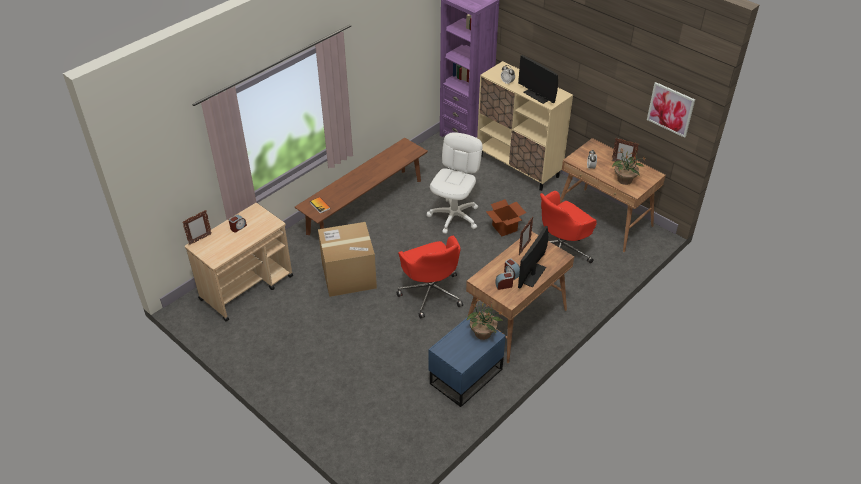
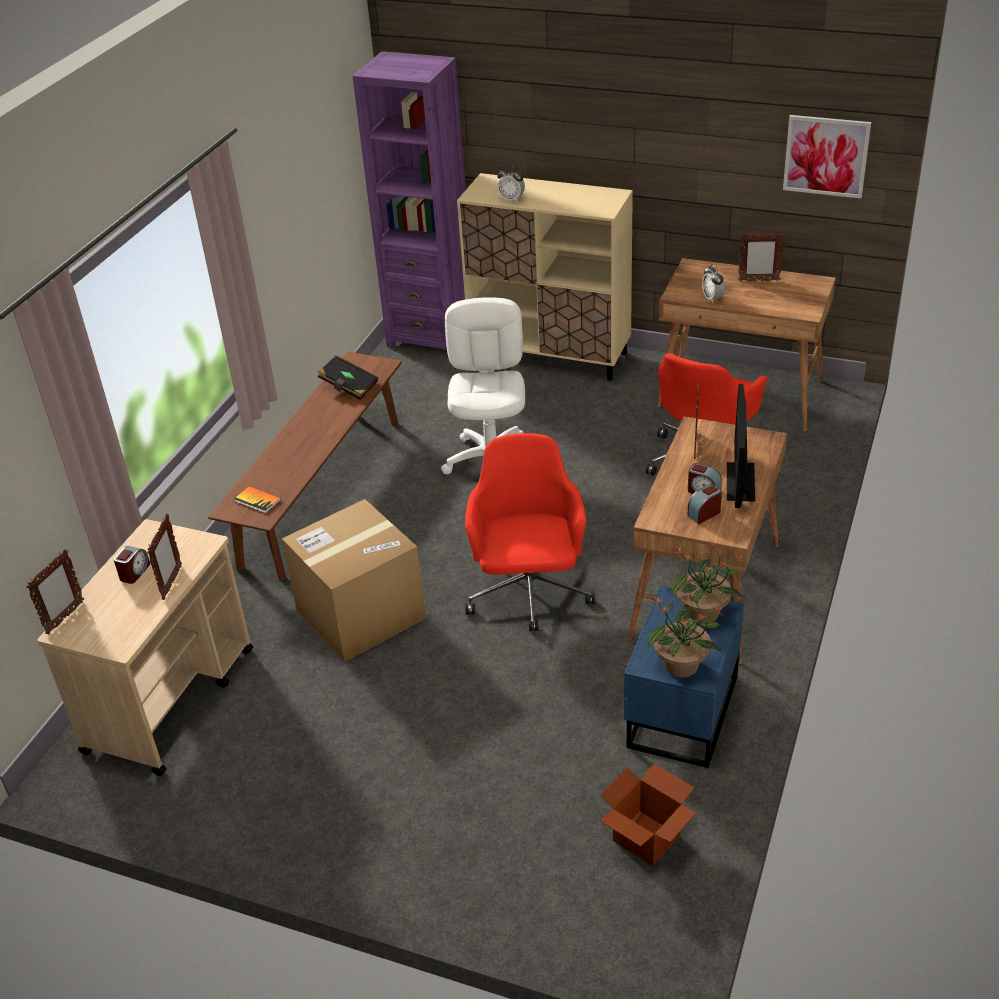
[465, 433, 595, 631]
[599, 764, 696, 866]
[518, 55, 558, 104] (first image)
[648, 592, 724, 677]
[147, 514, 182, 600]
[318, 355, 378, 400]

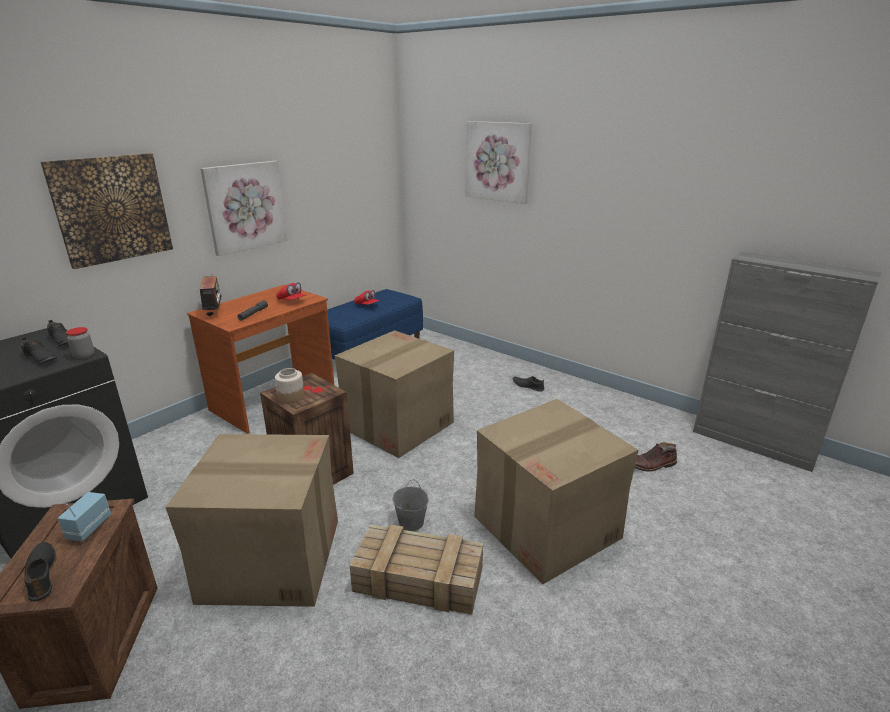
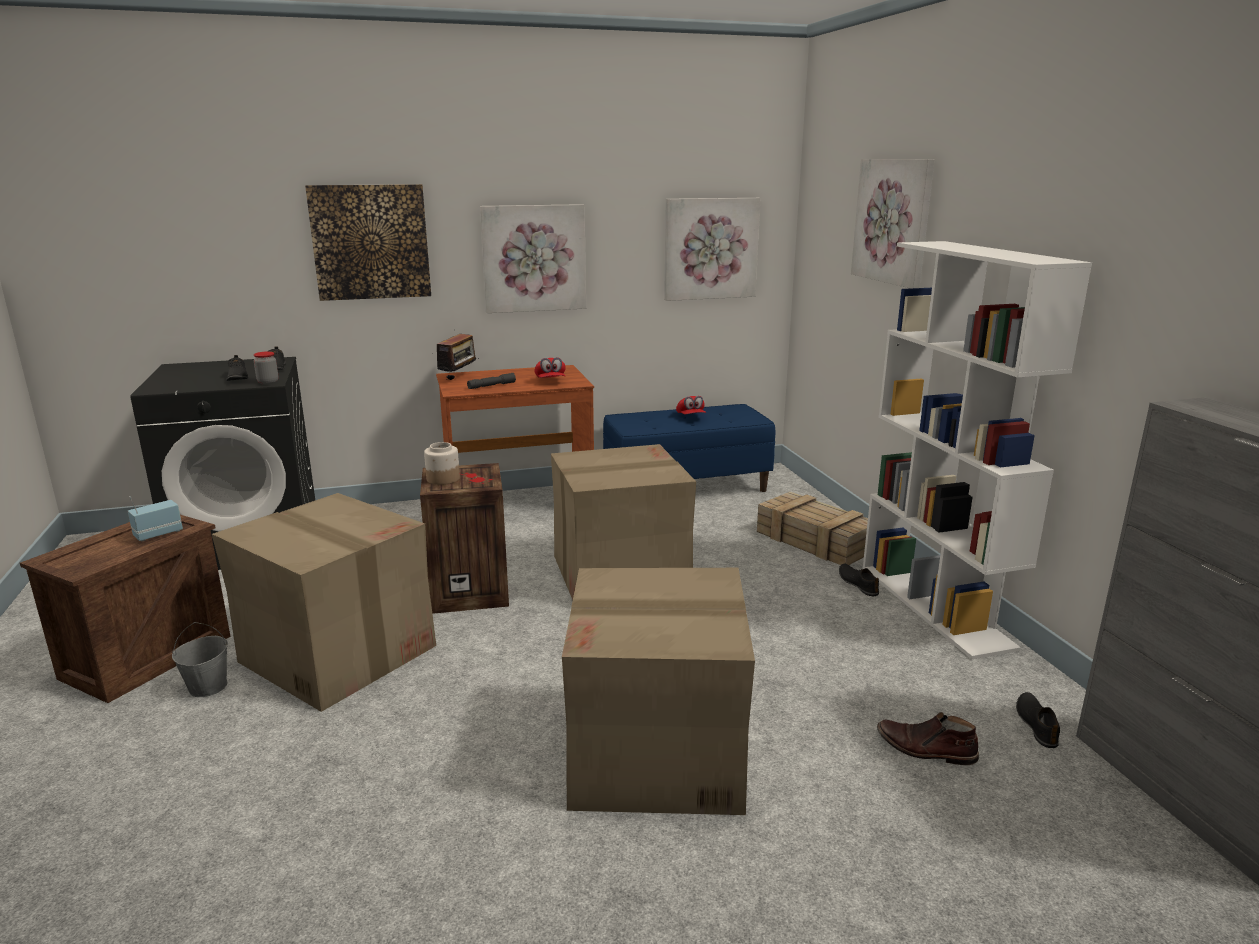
[1016, 692, 1060, 748]
[757, 492, 868, 565]
[172, 622, 228, 697]
[664, 198, 761, 301]
[863, 241, 1092, 659]

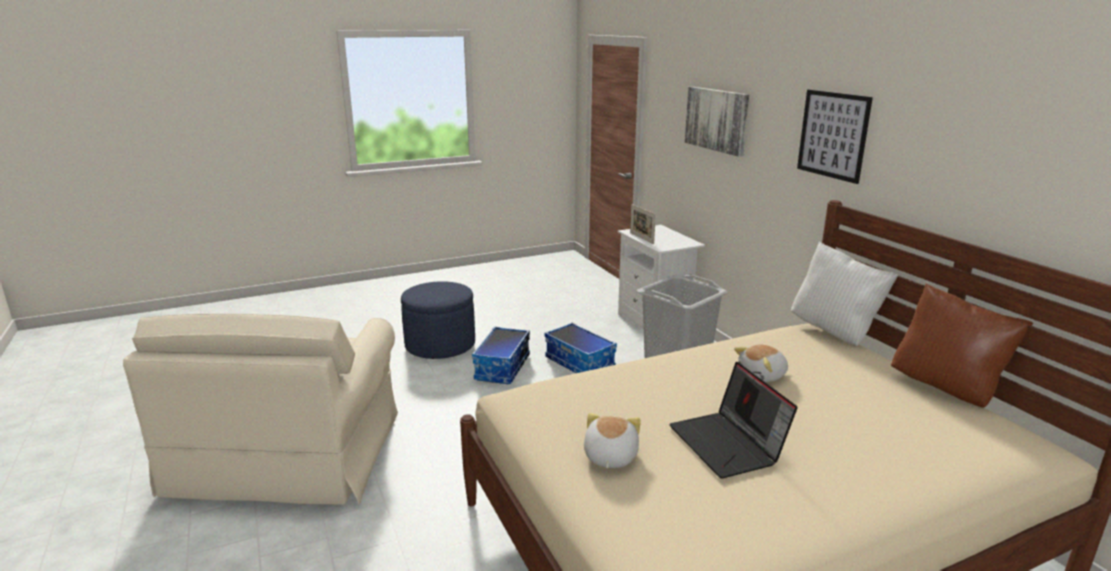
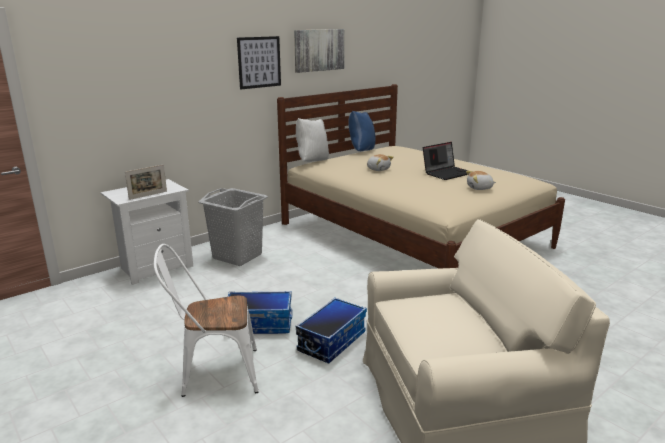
[154, 244, 258, 397]
[296, 297, 367, 363]
[294, 29, 345, 73]
[348, 111, 376, 151]

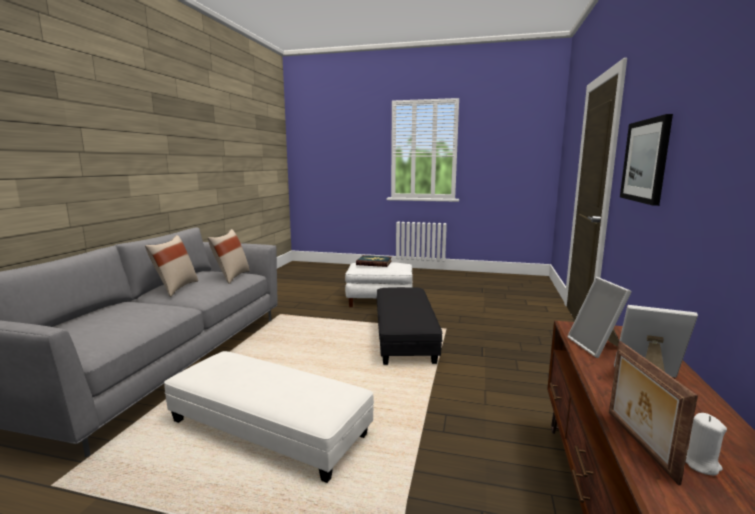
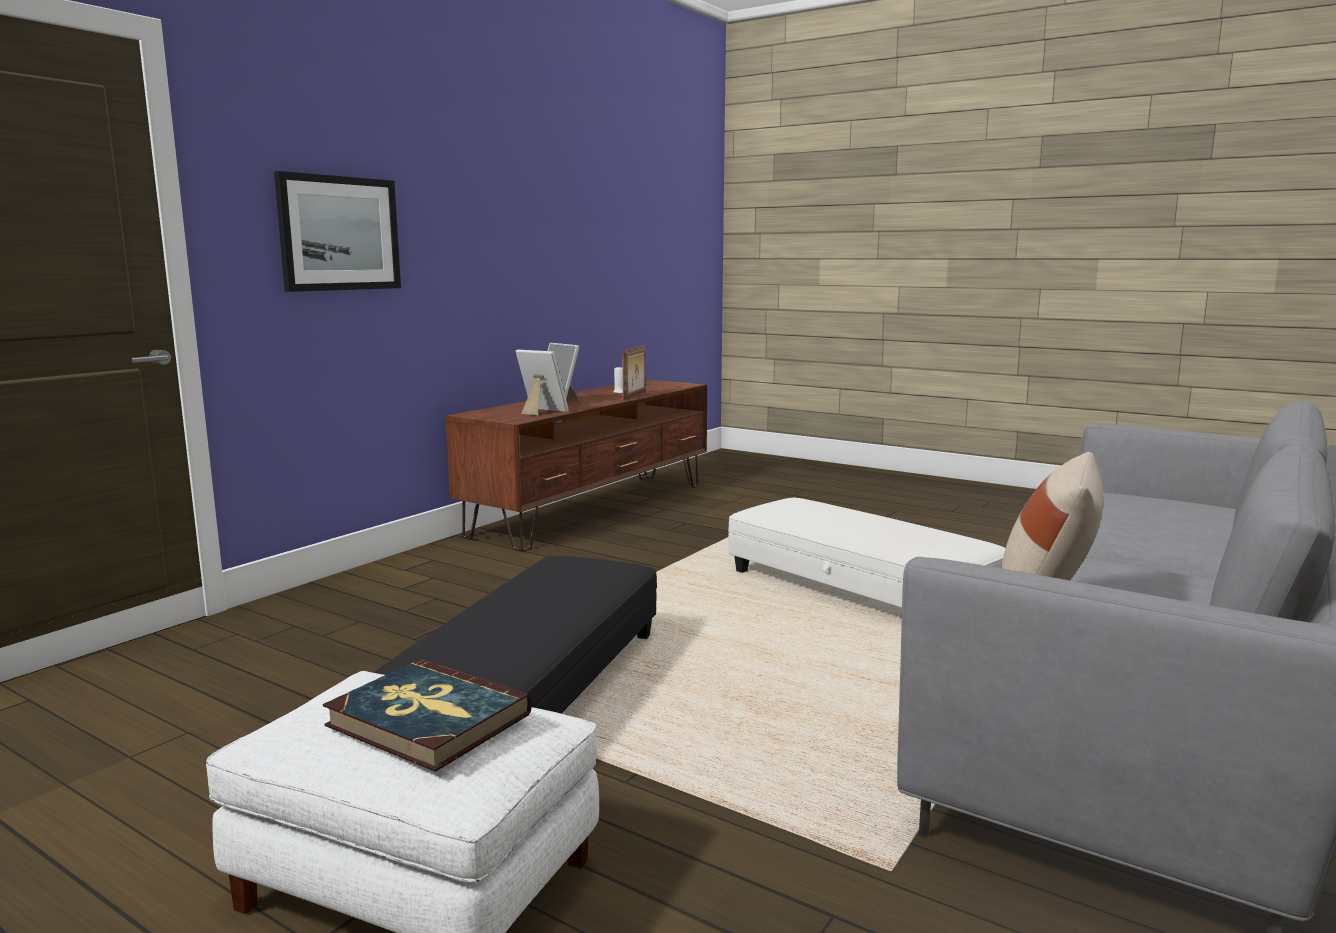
[145, 235, 198, 297] (first image)
[515, 350, 569, 416]

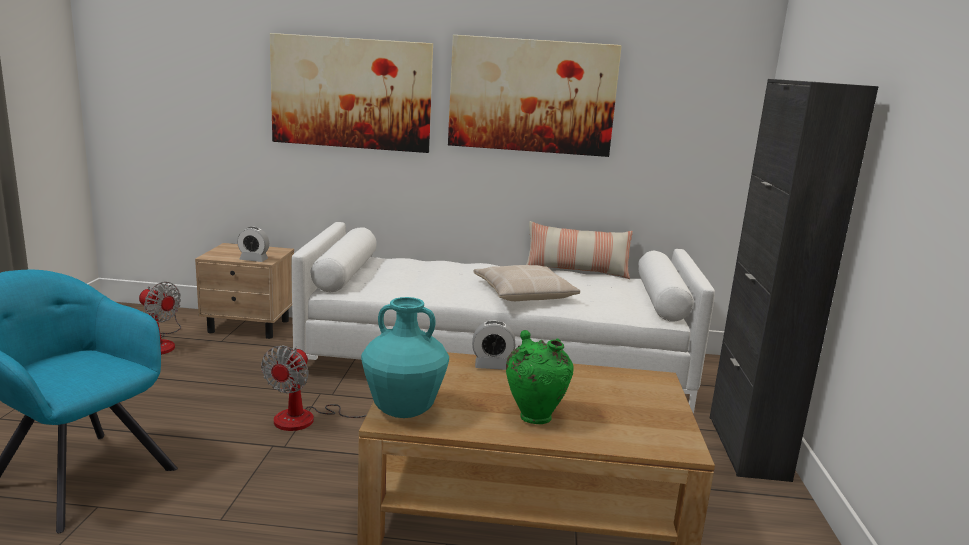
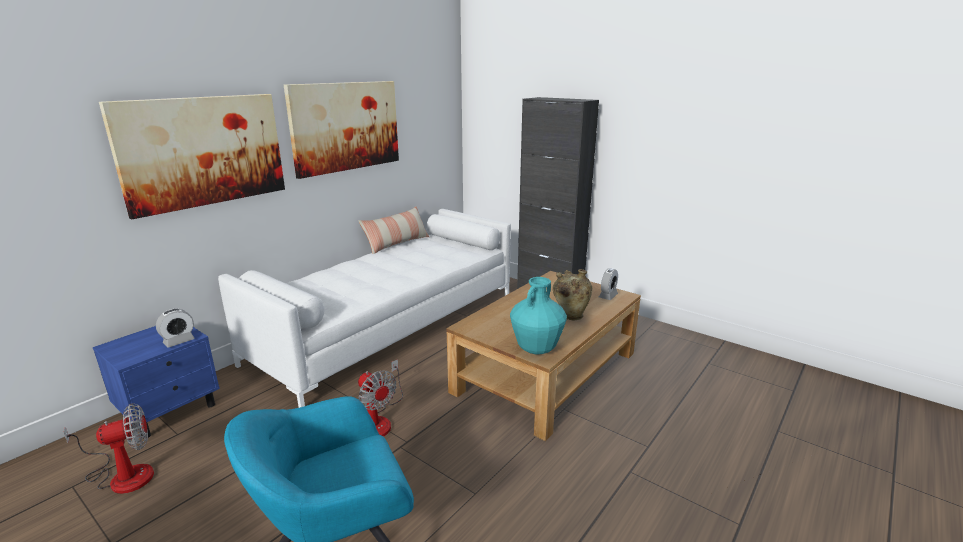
[93, 326, 220, 439]
[599, 268, 618, 300]
[473, 265, 580, 301] (first image)
[553, 269, 592, 320]

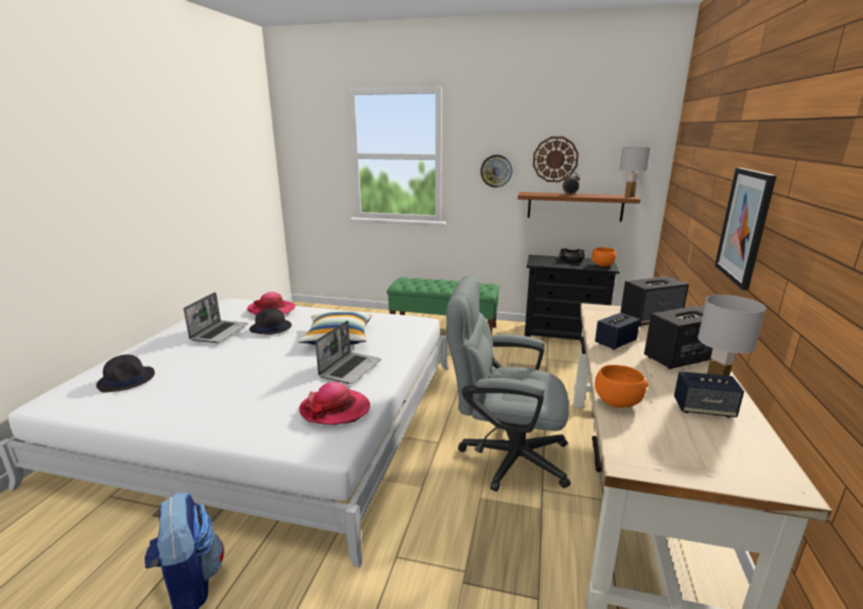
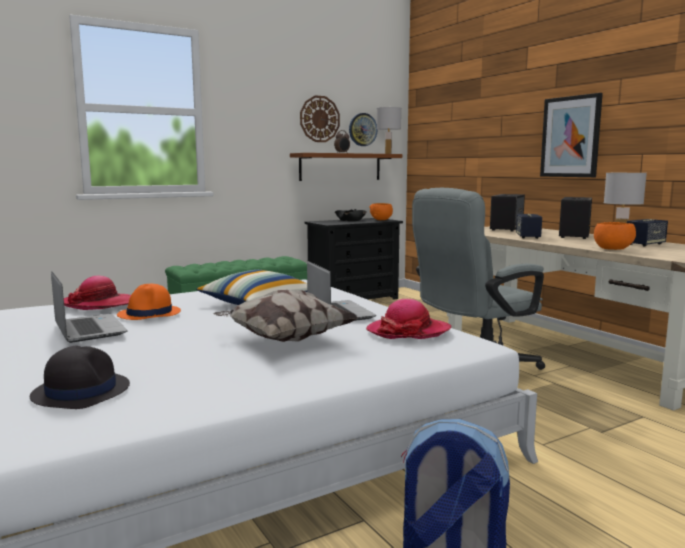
[117, 284, 181, 320]
[349, 113, 377, 146]
[213, 290, 359, 342]

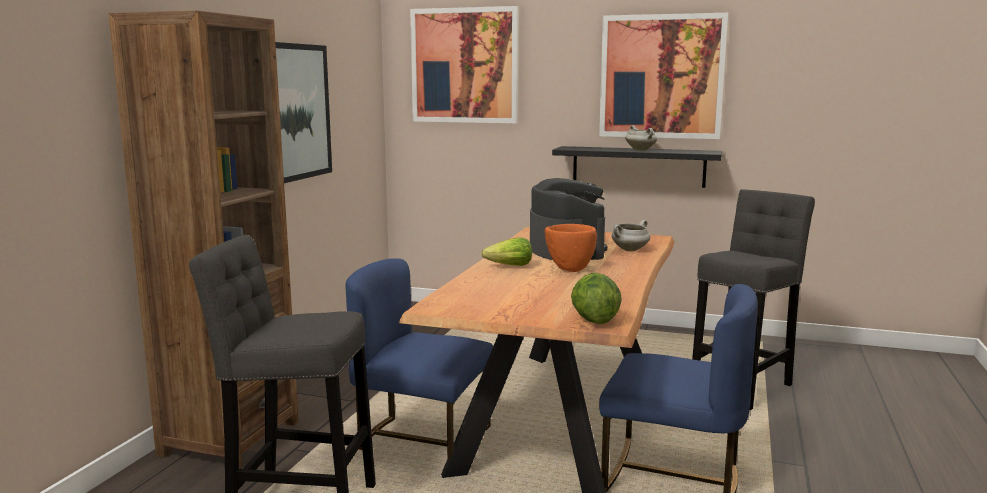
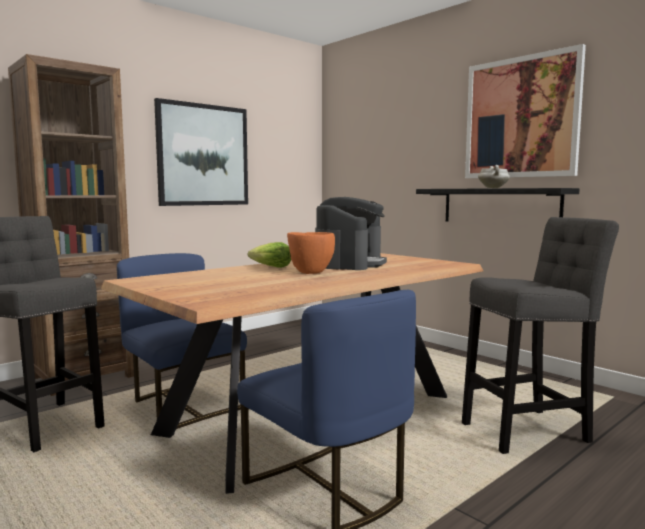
[410, 6, 519, 123] (first image)
[571, 273, 622, 324] (first image)
[611, 220, 650, 251] (first image)

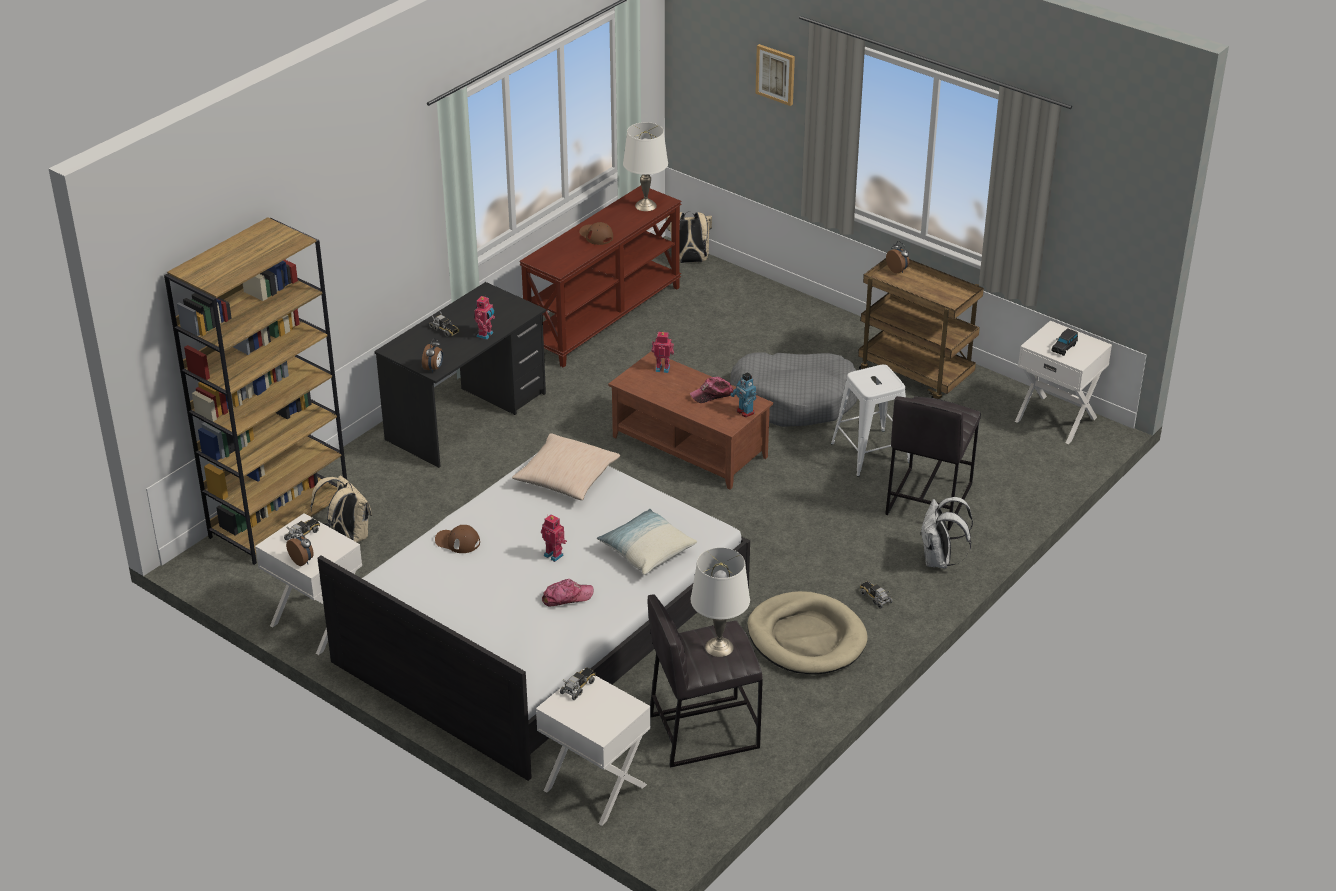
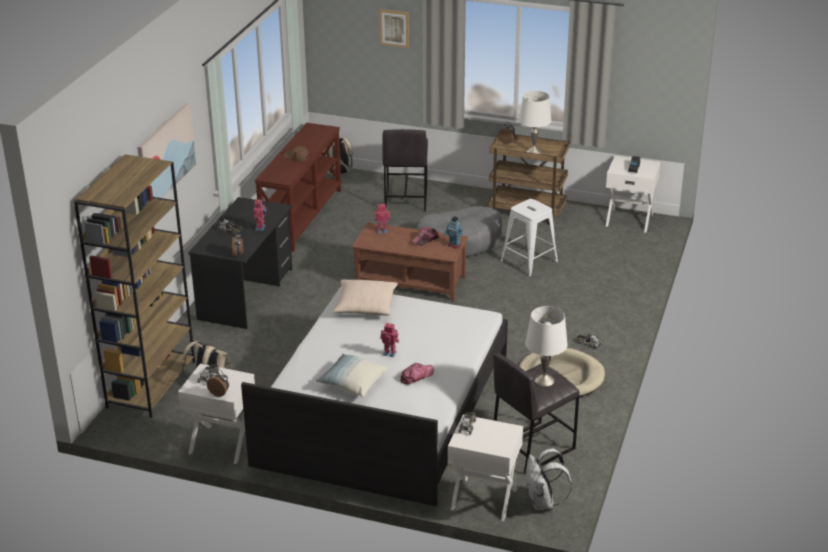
[435, 525, 480, 553] (first image)
[316, 354, 388, 397]
[519, 91, 552, 154]
[383, 129, 428, 212]
[526, 448, 572, 510]
[137, 103, 196, 198]

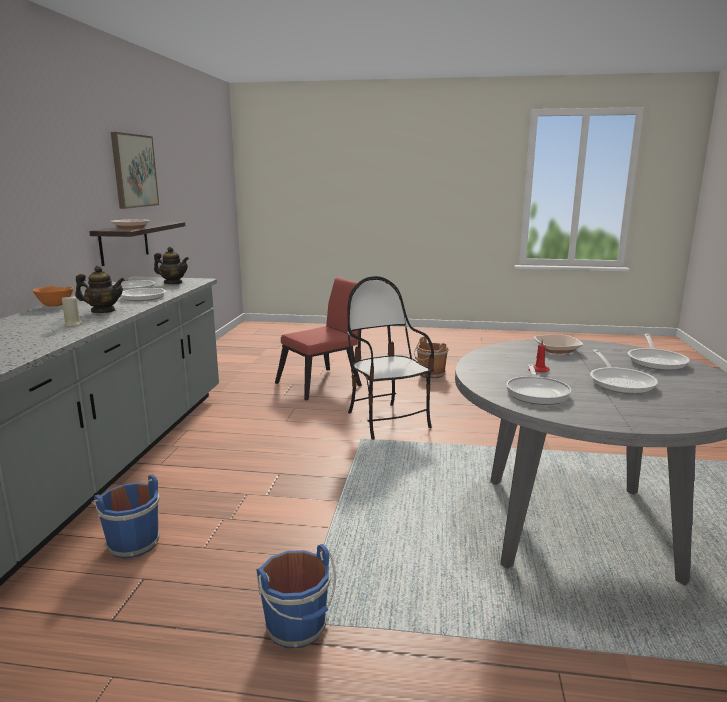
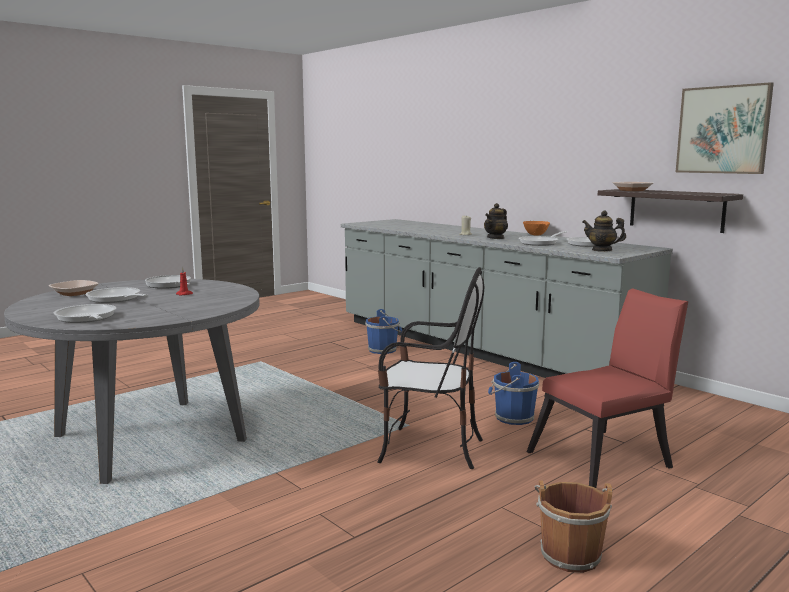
[582, 211, 626, 252]
[488, 362, 539, 425]
[527, 289, 688, 488]
[49, 280, 99, 296]

